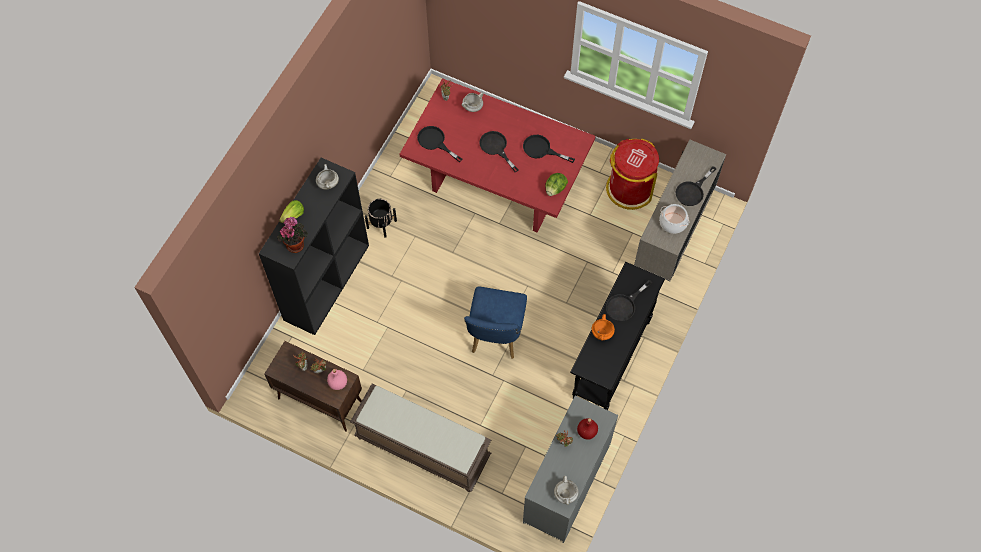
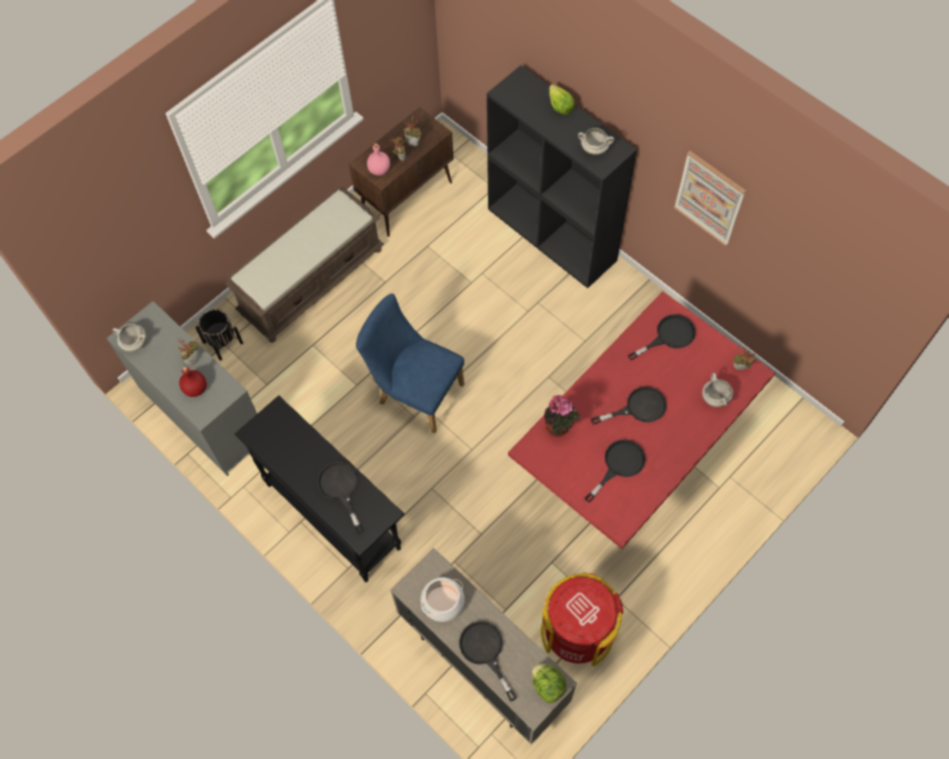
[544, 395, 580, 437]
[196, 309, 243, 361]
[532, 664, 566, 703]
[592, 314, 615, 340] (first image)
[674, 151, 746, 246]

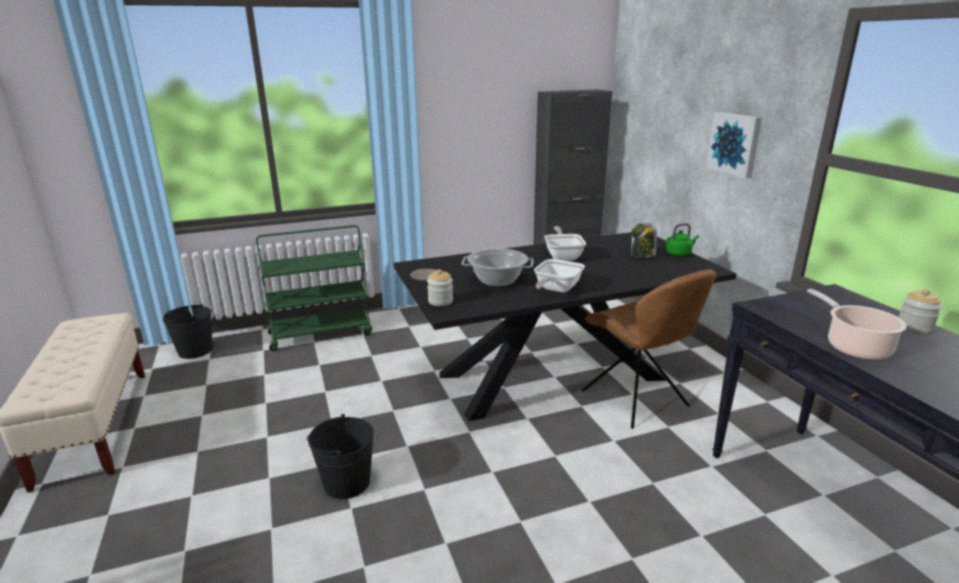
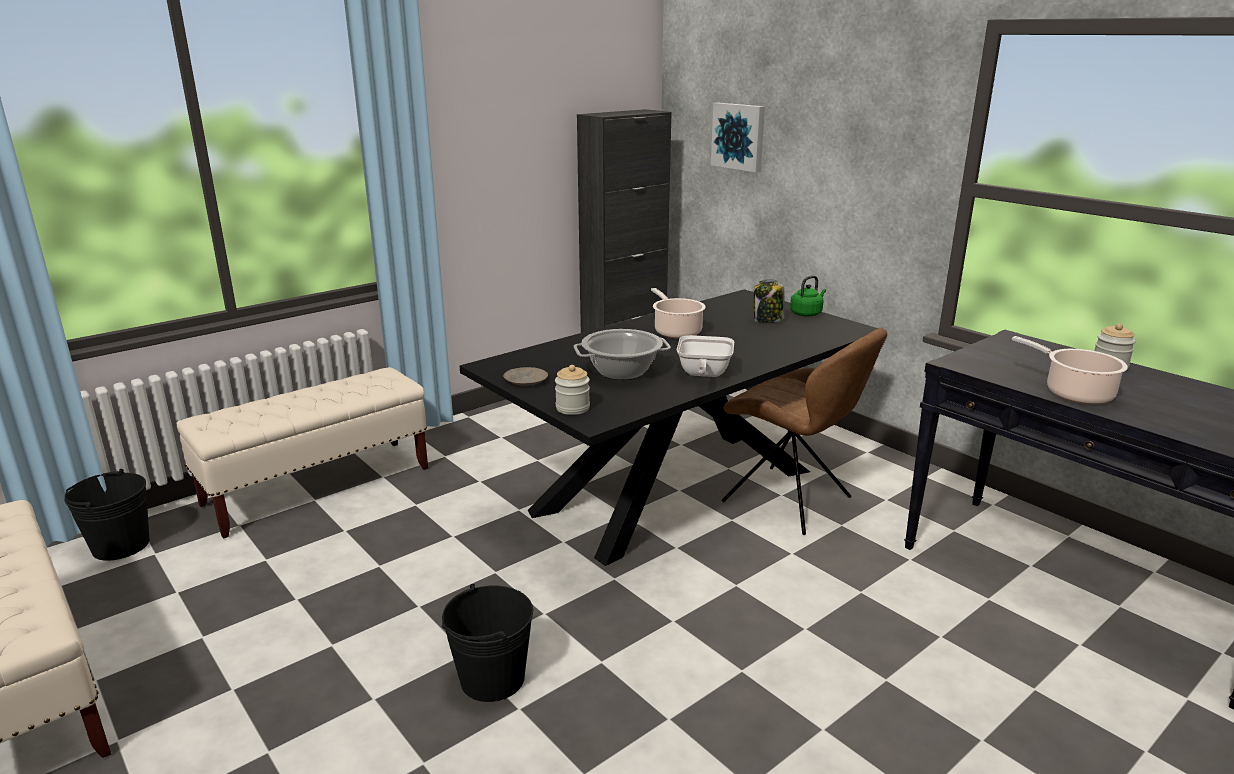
[177, 367, 428, 539]
[651, 288, 706, 339]
[711, 103, 765, 172]

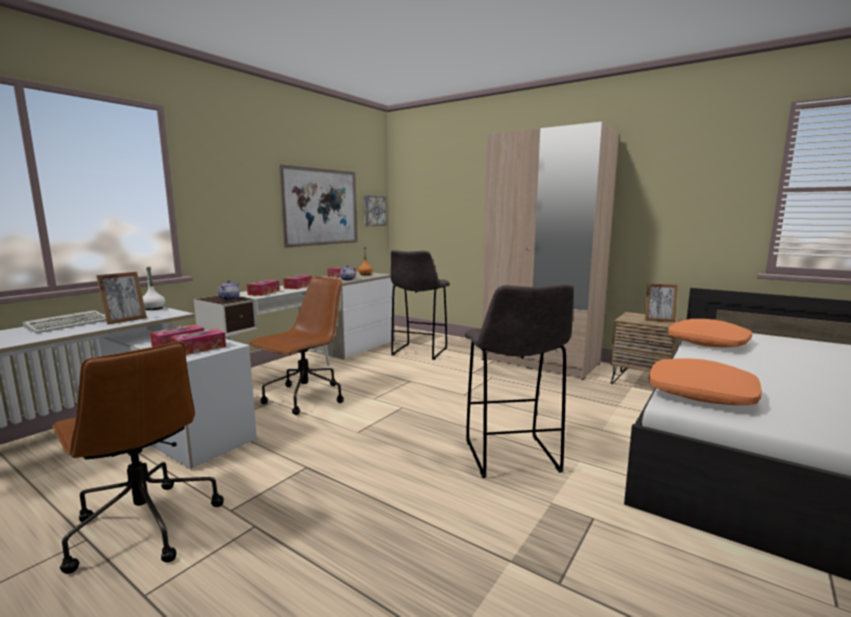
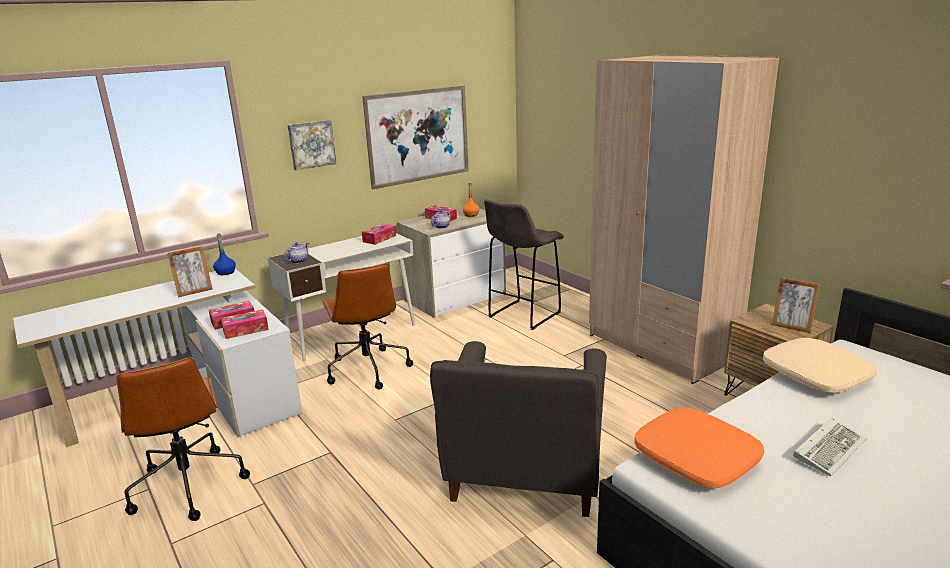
[793, 417, 867, 476]
[213, 233, 236, 275]
[247, 280, 280, 296] (first image)
[322, 263, 413, 390]
[288, 120, 336, 170]
[430, 341, 607, 517]
[763, 338, 877, 393]

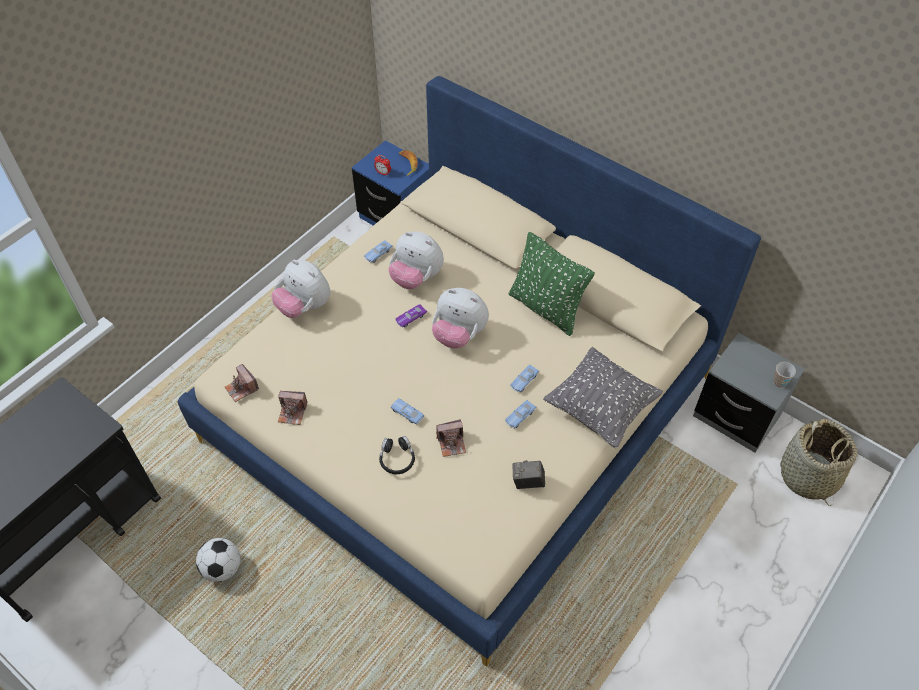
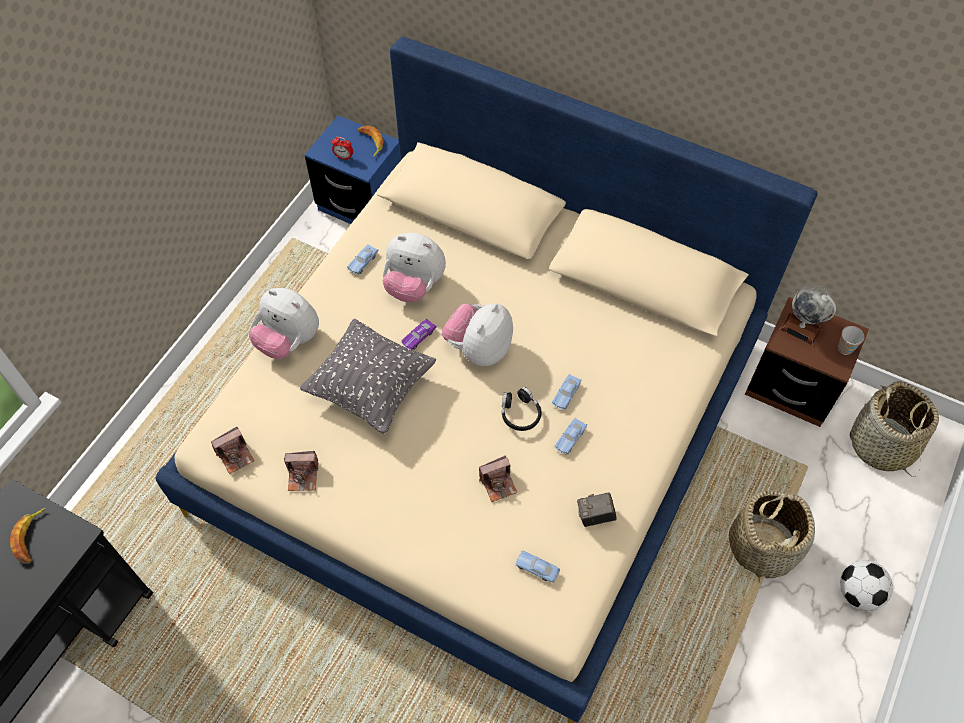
[840, 560, 893, 610]
[211, 427, 254, 474]
[502, 387, 541, 431]
[515, 551, 560, 583]
[442, 303, 513, 366]
[509, 232, 595, 336] (first image)
[300, 318, 436, 434]
[745, 297, 869, 427]
[10, 508, 46, 563]
[729, 488, 815, 583]
[780, 285, 836, 345]

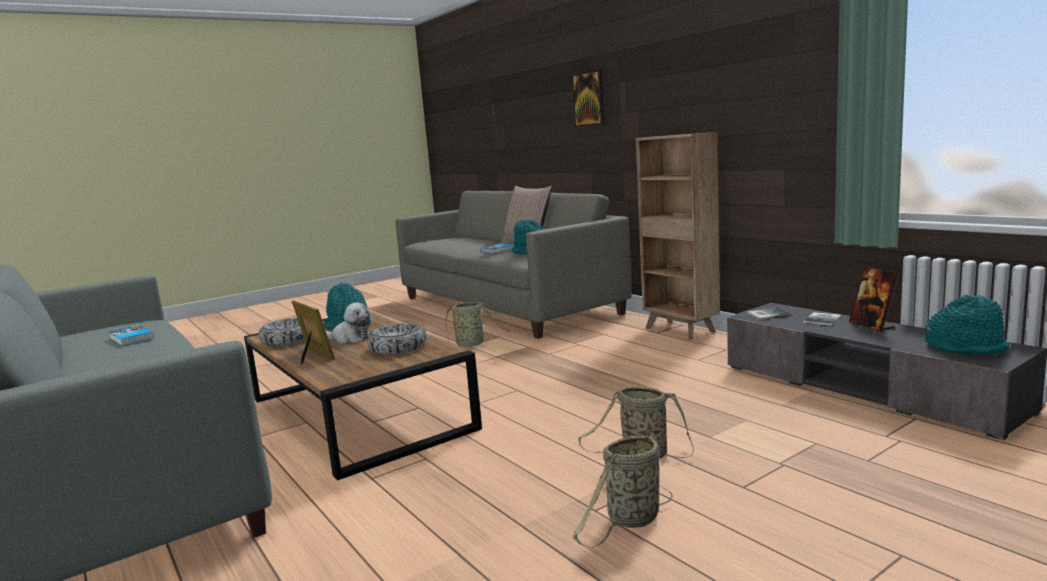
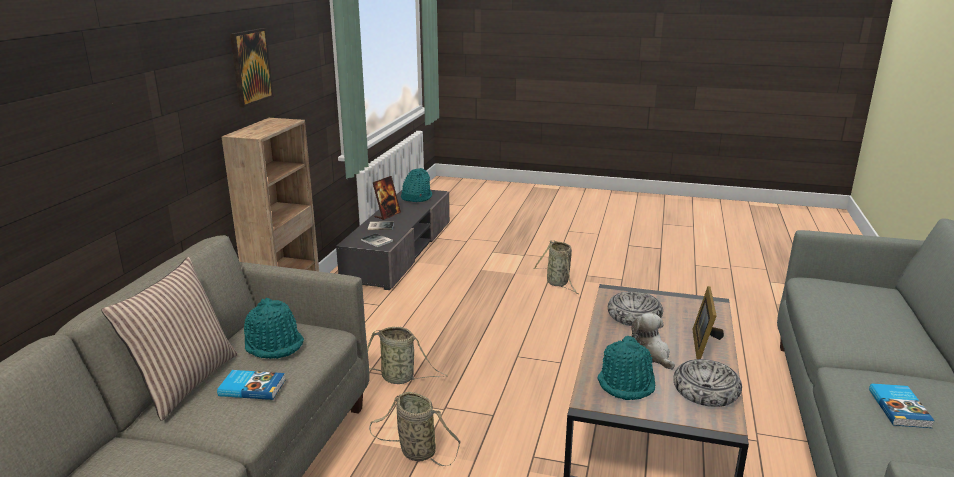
[230, 28, 274, 108]
[367, 327, 448, 384]

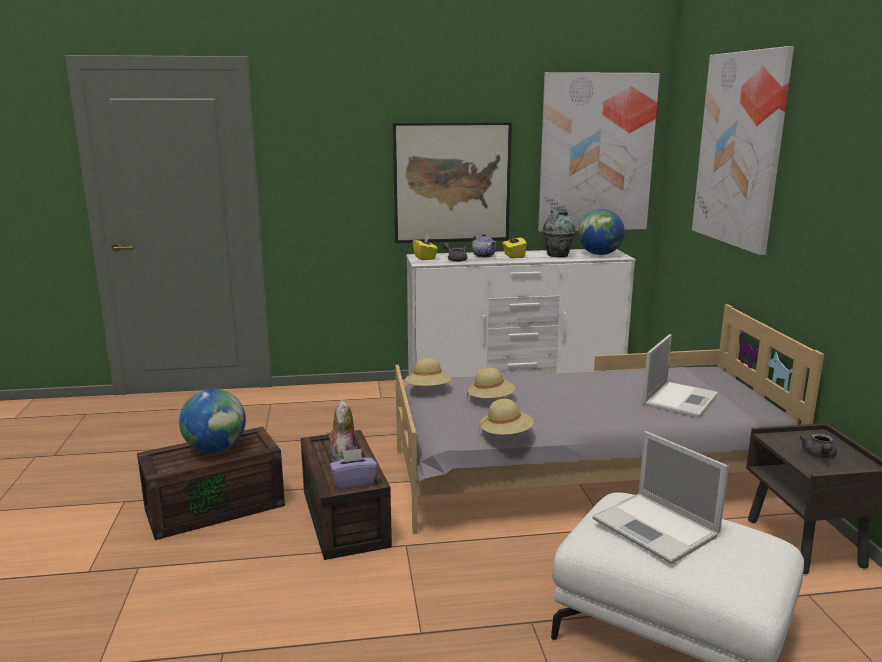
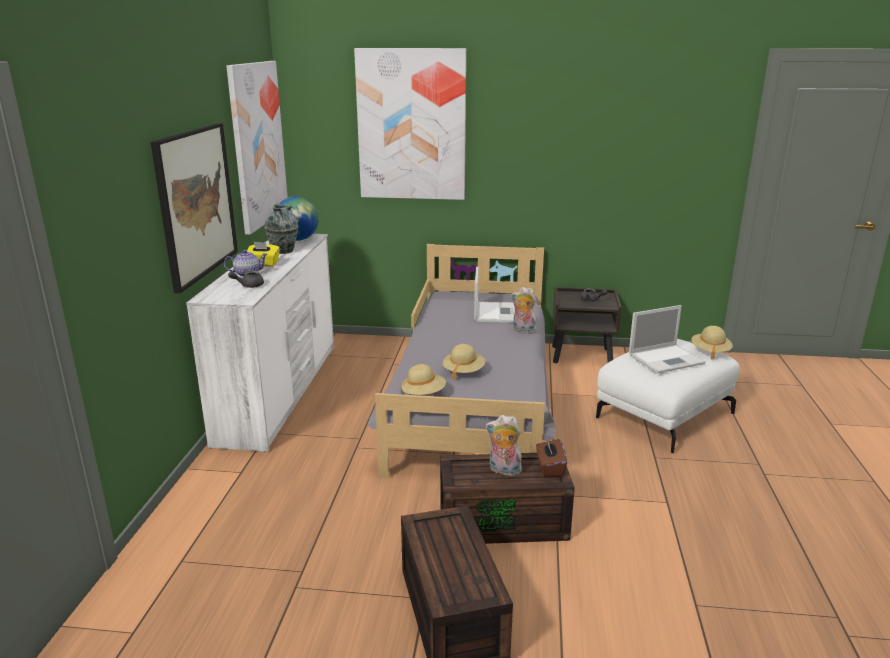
[179, 389, 246, 453] (first image)
[536, 438, 567, 477]
[413, 234, 438, 260] (first image)
[691, 326, 733, 360]
[474, 267, 515, 323]
[511, 287, 537, 334]

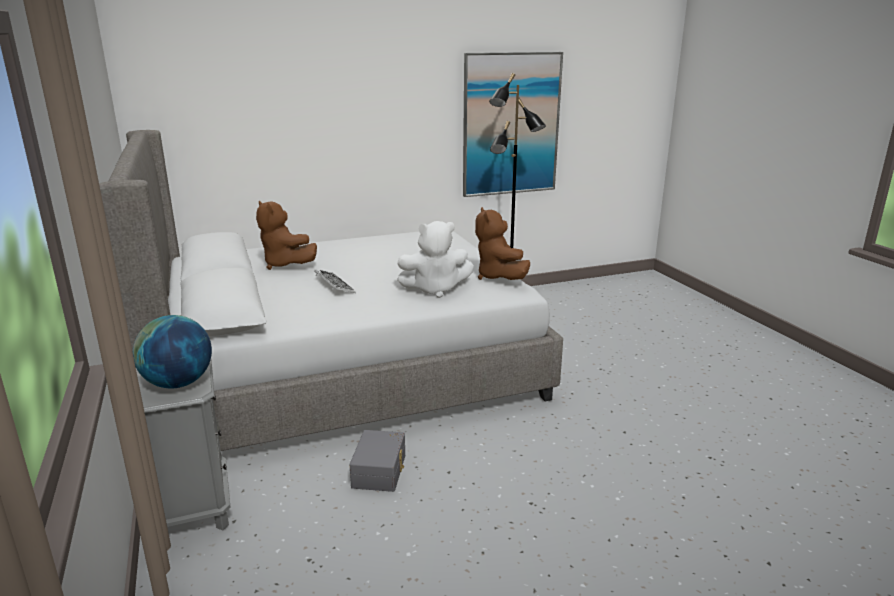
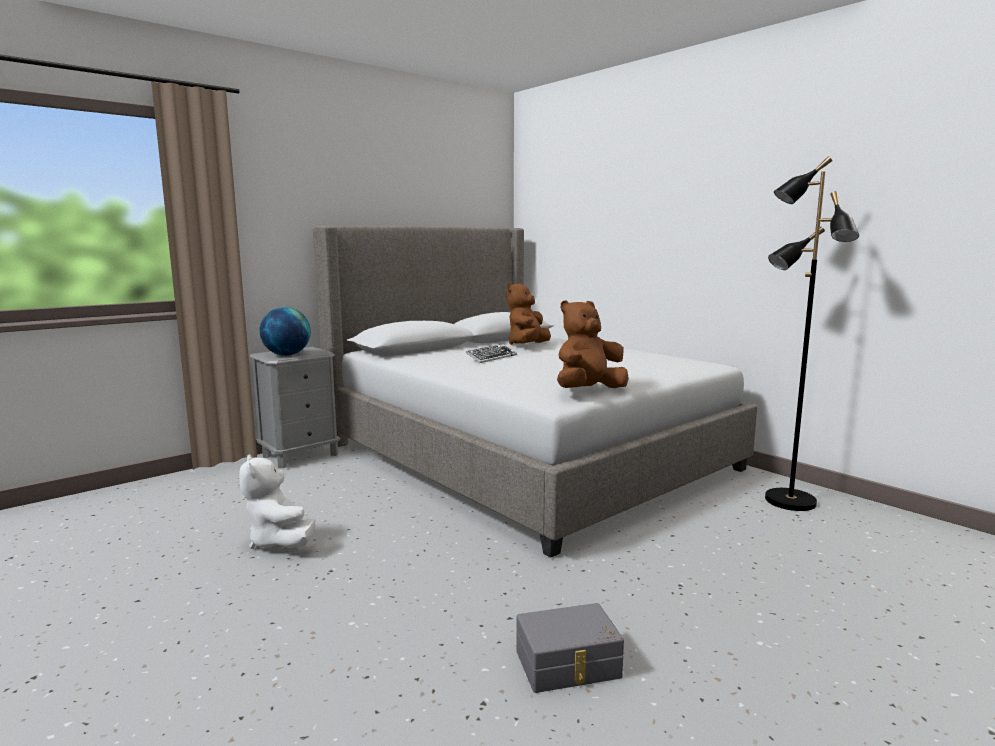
[516, 603, 624, 693]
[239, 454, 316, 549]
[463, 52, 563, 197] (first image)

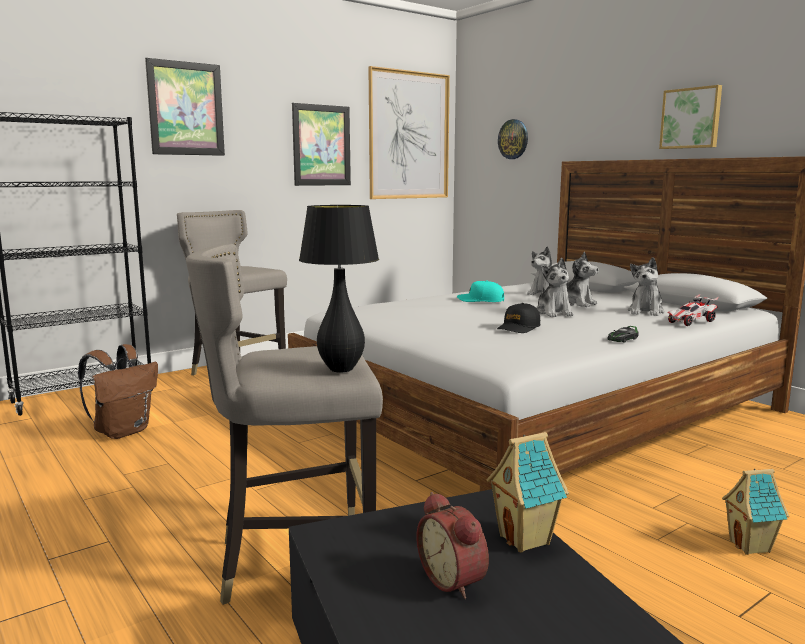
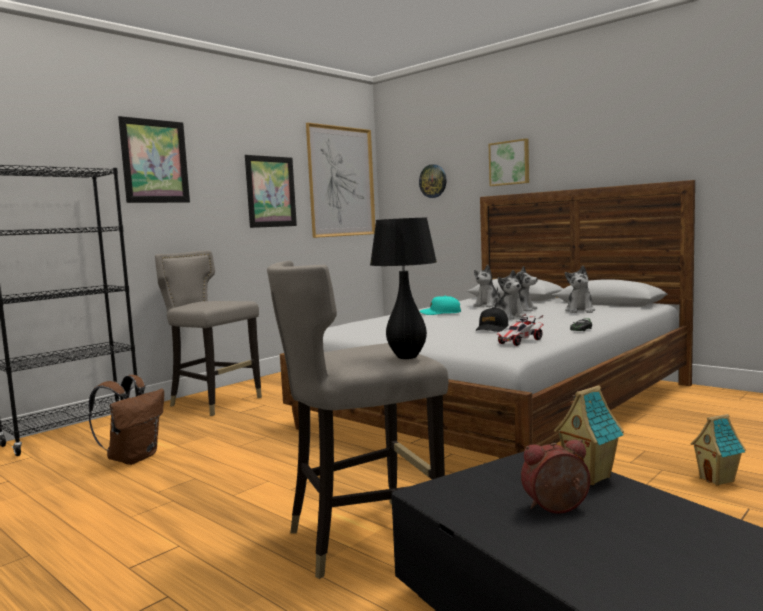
[521, 439, 590, 514]
[489, 138, 529, 186]
[497, 314, 544, 346]

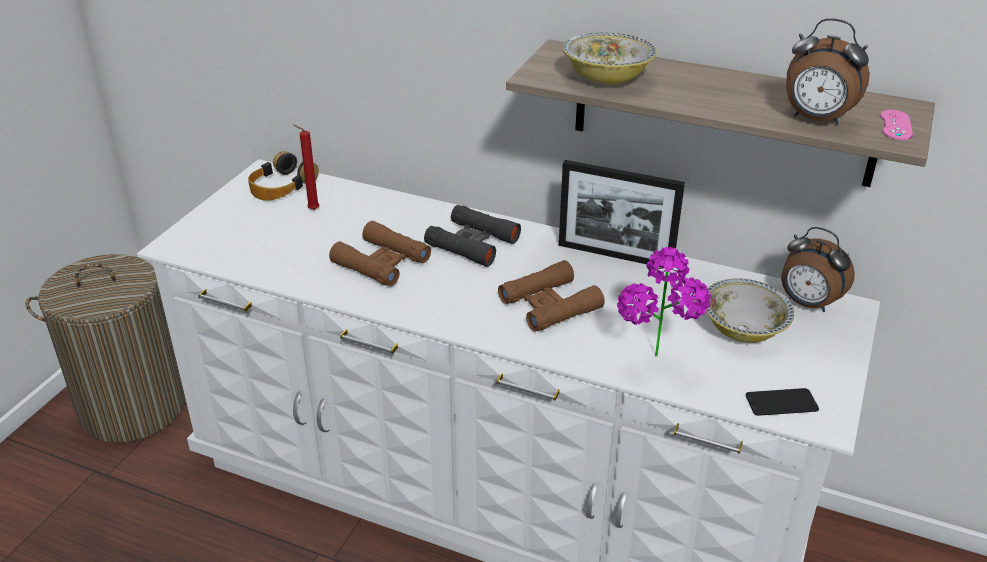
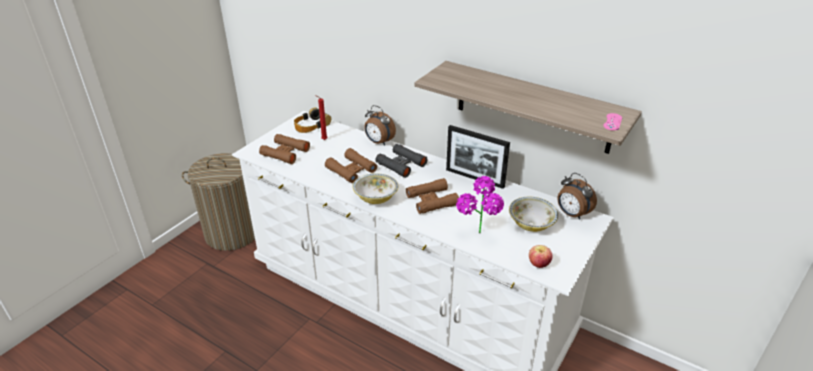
[353, 173, 399, 204]
[529, 245, 552, 268]
[364, 105, 396, 146]
[259, 134, 310, 164]

